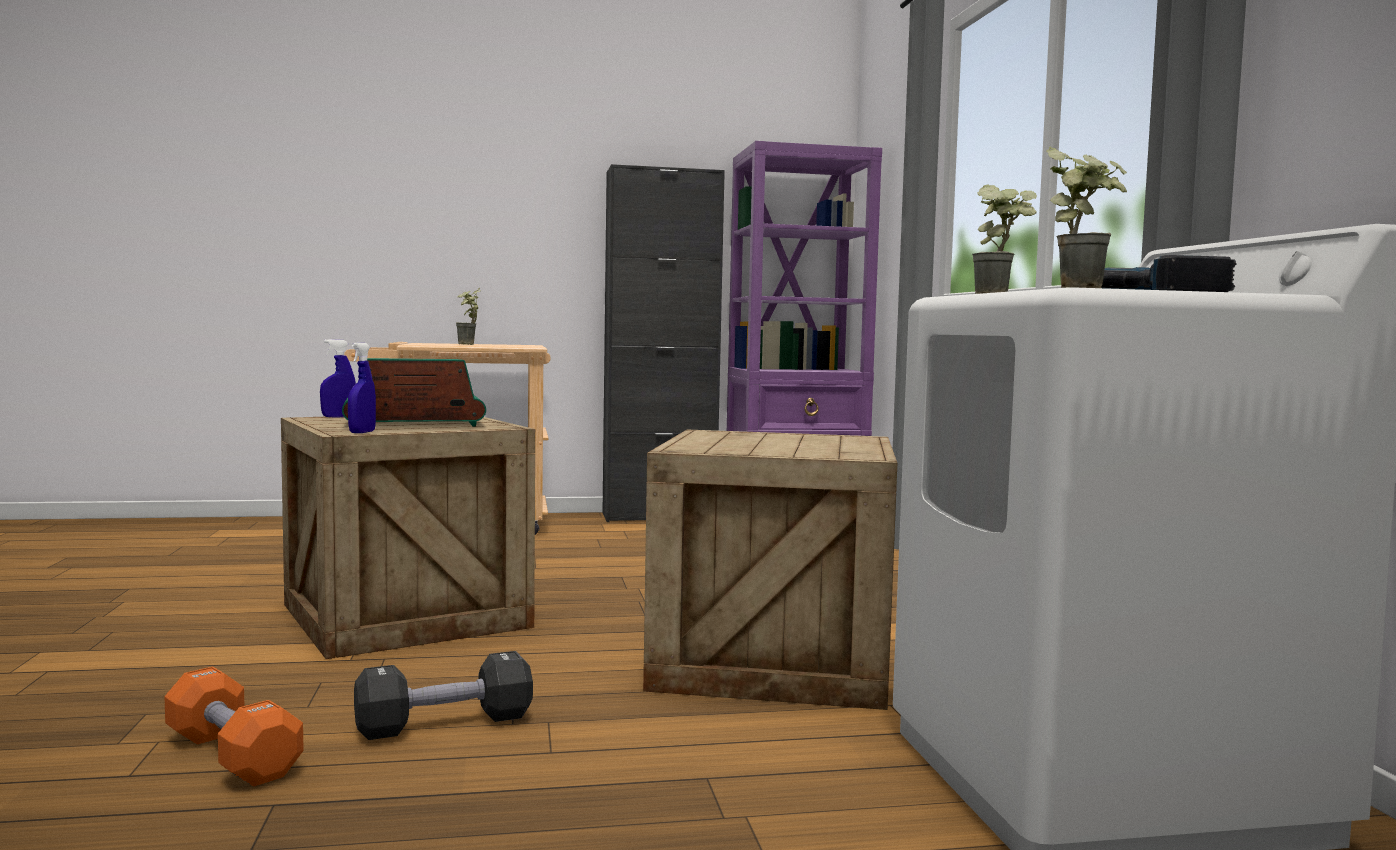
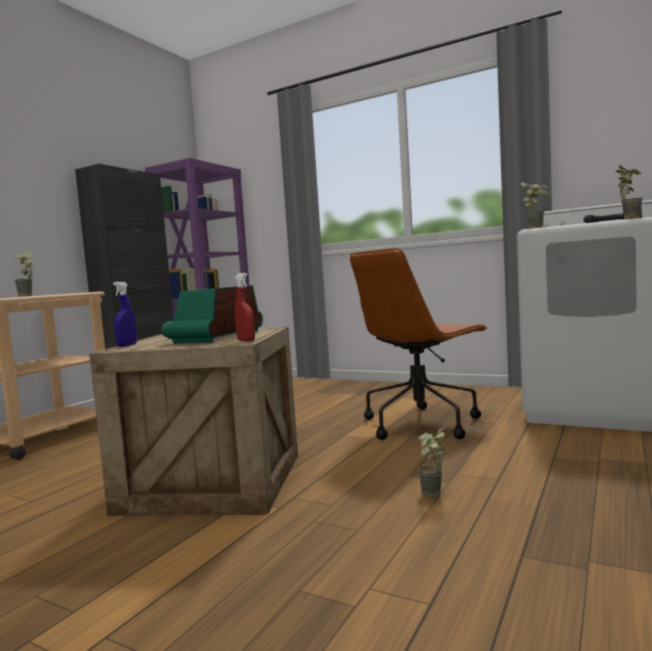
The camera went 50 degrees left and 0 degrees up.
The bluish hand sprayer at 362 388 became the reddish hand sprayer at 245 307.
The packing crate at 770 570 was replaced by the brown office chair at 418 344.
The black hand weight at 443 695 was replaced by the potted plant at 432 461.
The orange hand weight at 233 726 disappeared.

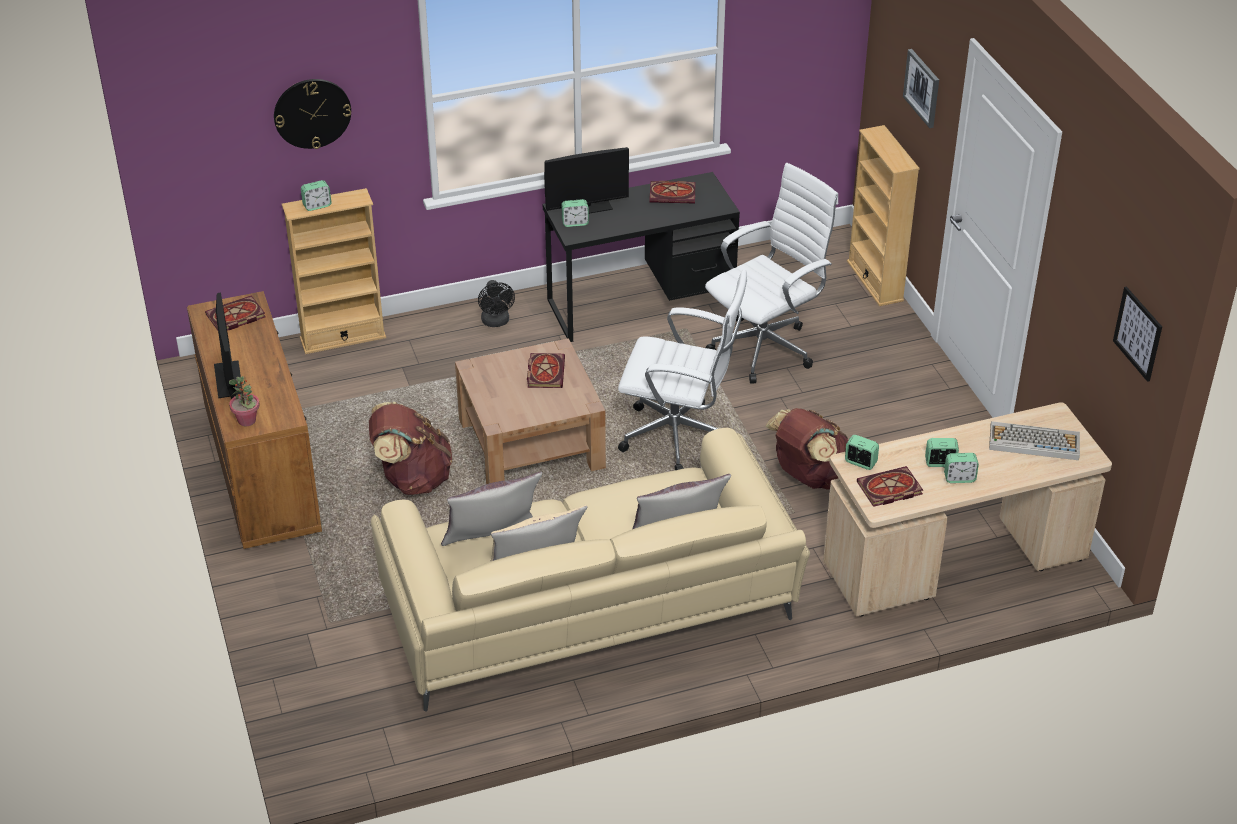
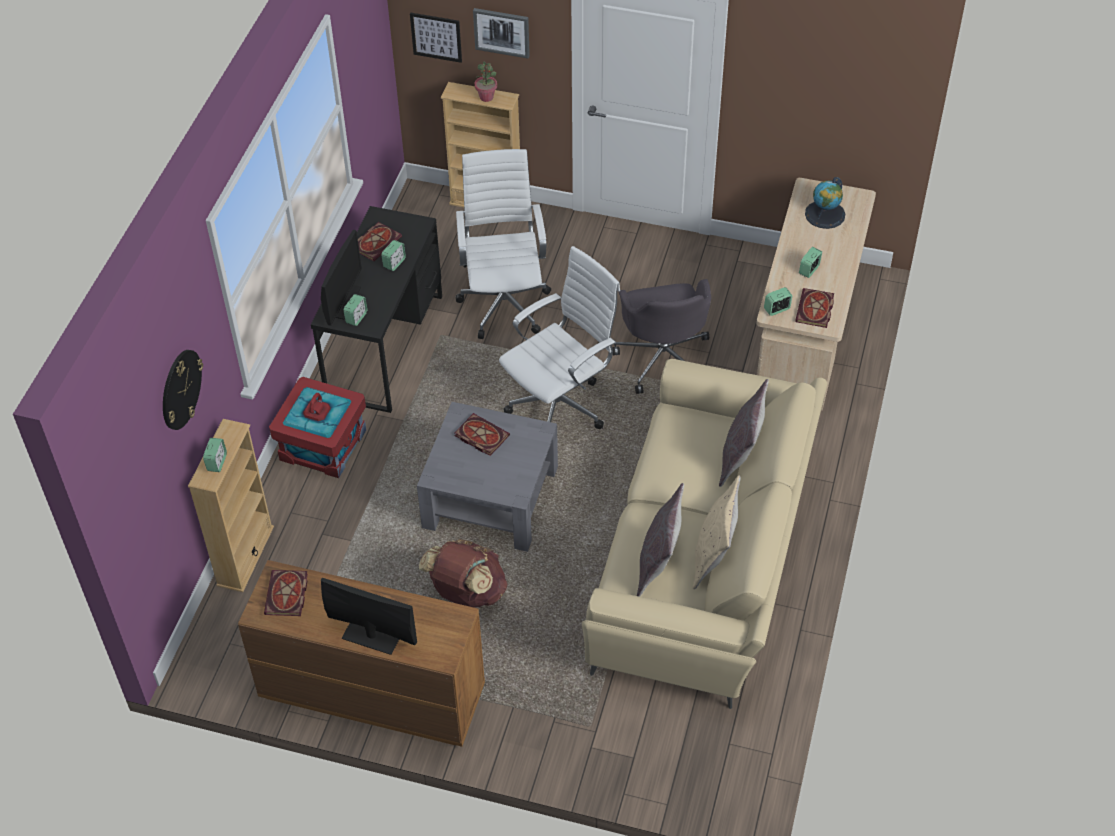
The camera went 55 degrees left and 10 degrees up.
The black cooling fan at 496 303 was replaced by the reddish storage box at 317 427.
The alarm clock moved from 961 468 to 393 255.
The wall art moved from 1137 334 to 436 37.
The brown low table at 530 411 became the greyish low table at 487 477.
The potted plant moved from 244 401 to 486 81.
The brown knapsack at 807 449 was replaced by the greyish office chair at 661 336.
The PC keyboard at 1034 440 was replaced by the desk globe at 825 203.

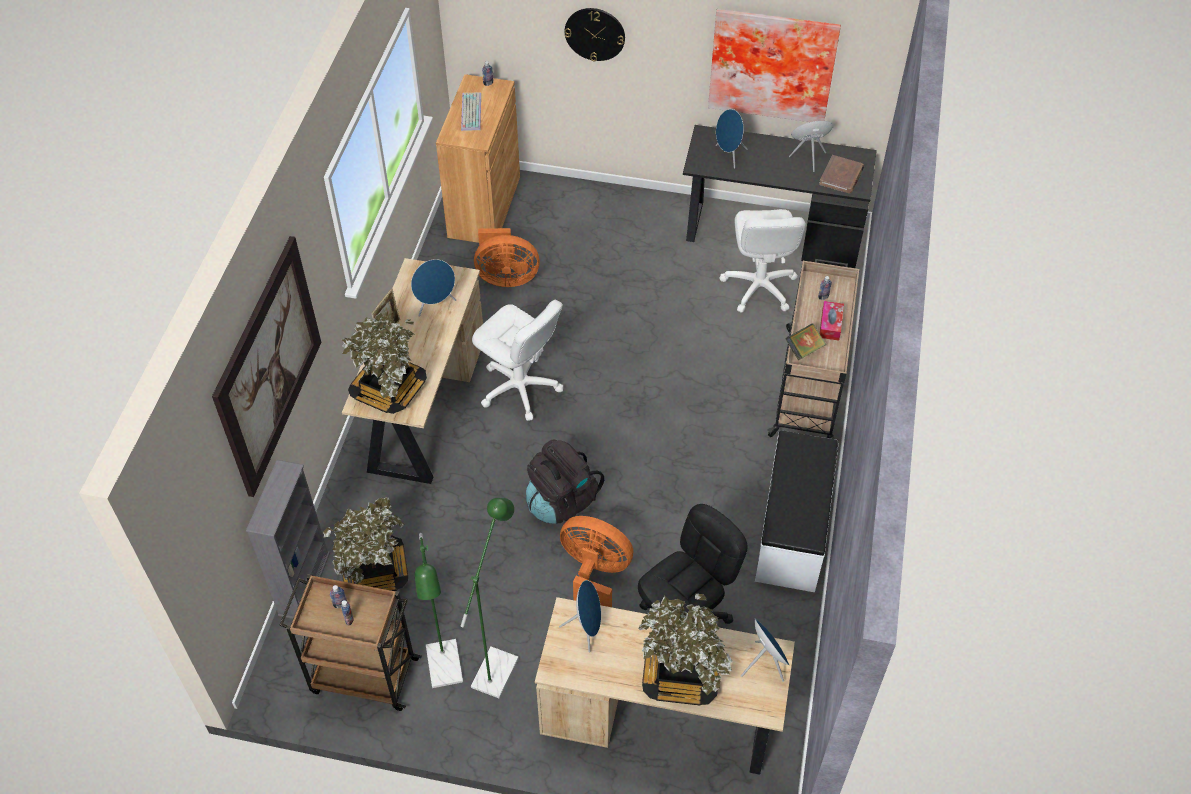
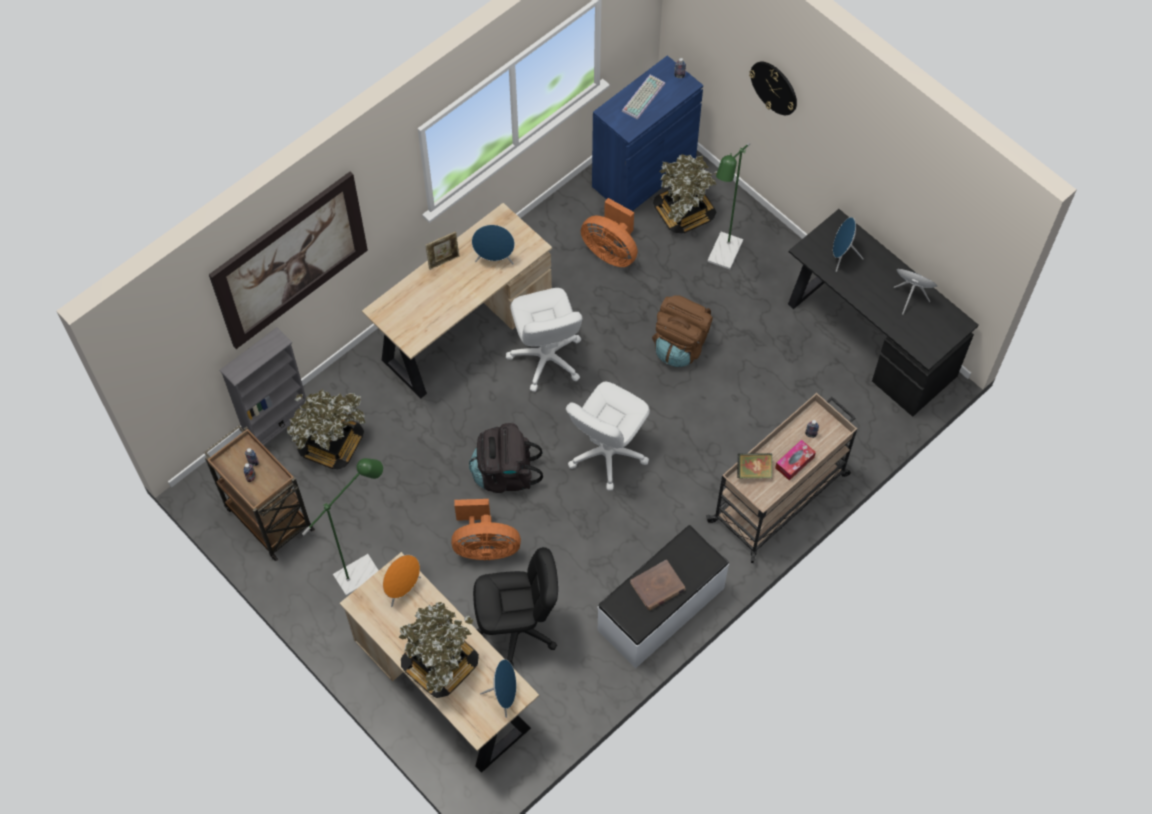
The camera went 35 degrees right and 10 degrees up.
The bluish audio speaker at 580 616 became the orange audio speaker at 402 581.
The orange cooling fan at 596 561 turned 120 degrees clockwise.
The whitish office chair moved from 762 261 to 608 436.
The brown cabinet at 478 158 became the bluish cabinet at 647 133.
The brown bound book moved from 841 174 to 658 585.
The brown knapsack at 682 331 appeared.
The potted plant moved from 384 363 to 685 193.
The green floor lamp moved from 439 610 to 728 206.
The wall art at 774 65 disappeared.

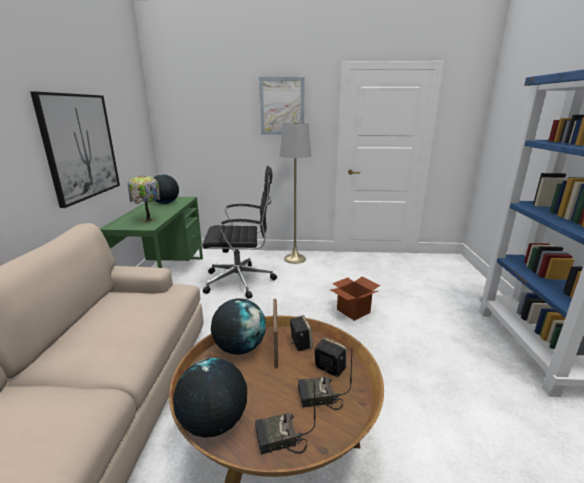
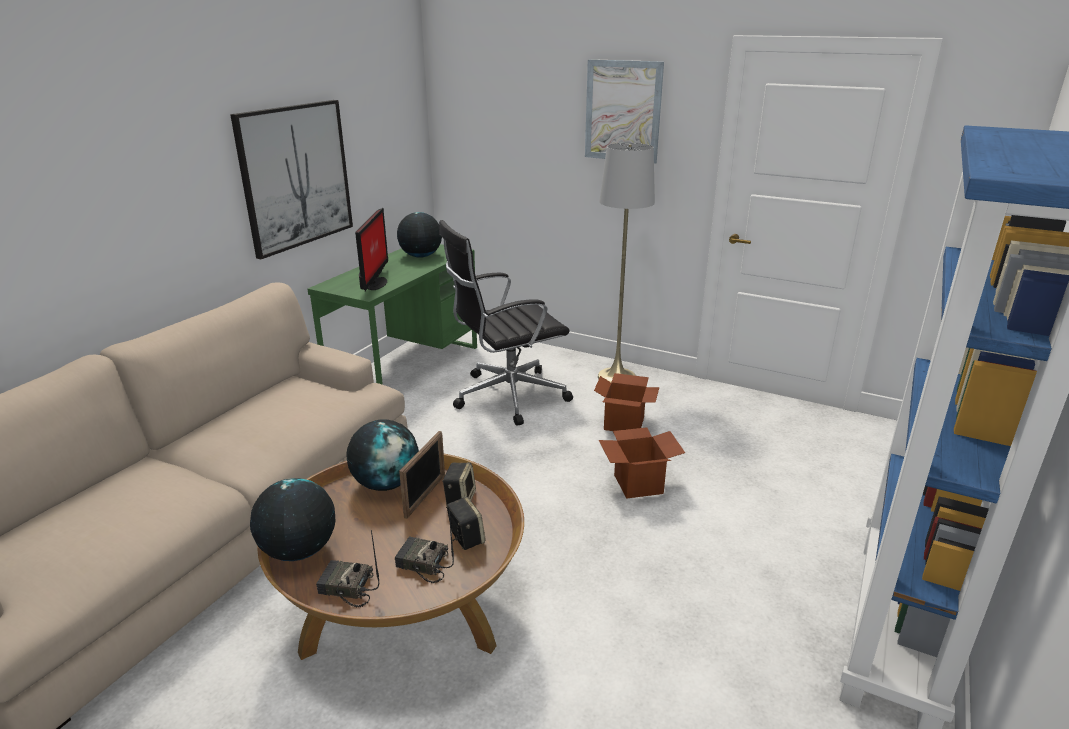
The camera went 25 degrees right and 5 degrees up.
The lamp for a table at 144 198 was replaced by the computer display at 371 250.
The black office chair at 239 232 turned 135 degrees clockwise.
The carton at 626 402 appeared.

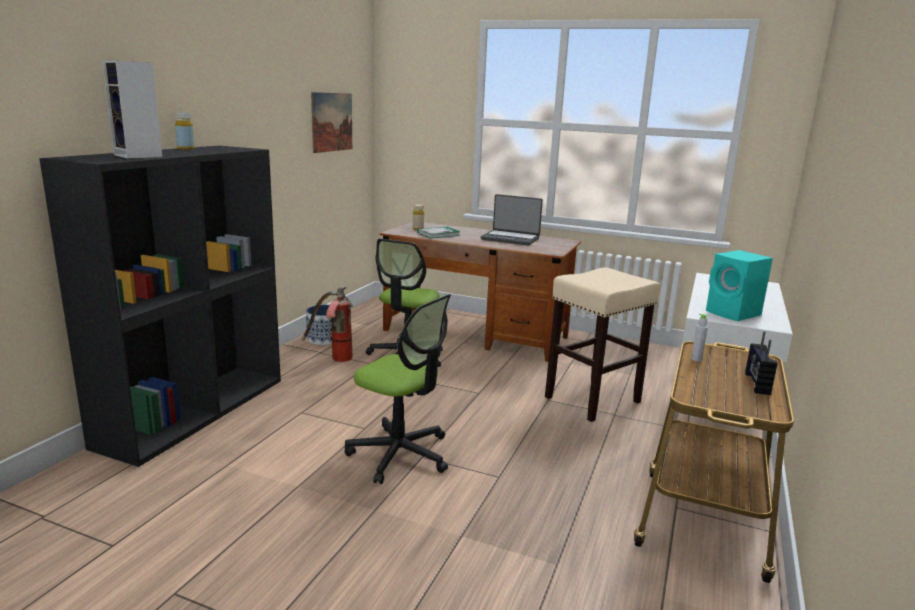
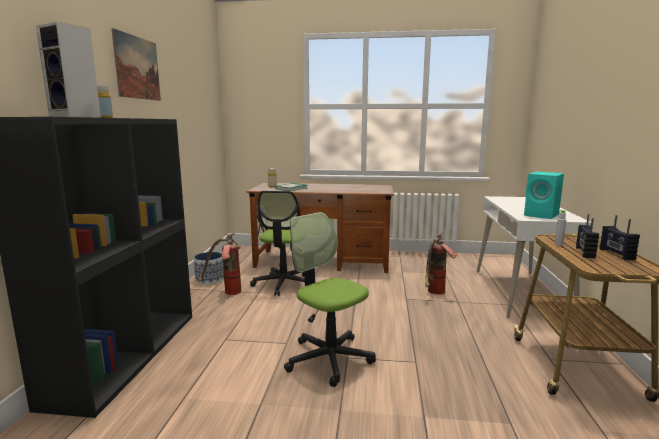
The camera went 15 degrees left and 5 degrees down.
The wall art moved from 331 122 to 136 64.
The office chair at 398 389 turned 150 degrees counterclockwise.
The beige stool at 602 344 was replaced by the extinguisher at 441 264.
The radio at 587 236 appeared.
The portable computer at 512 219 disappeared.

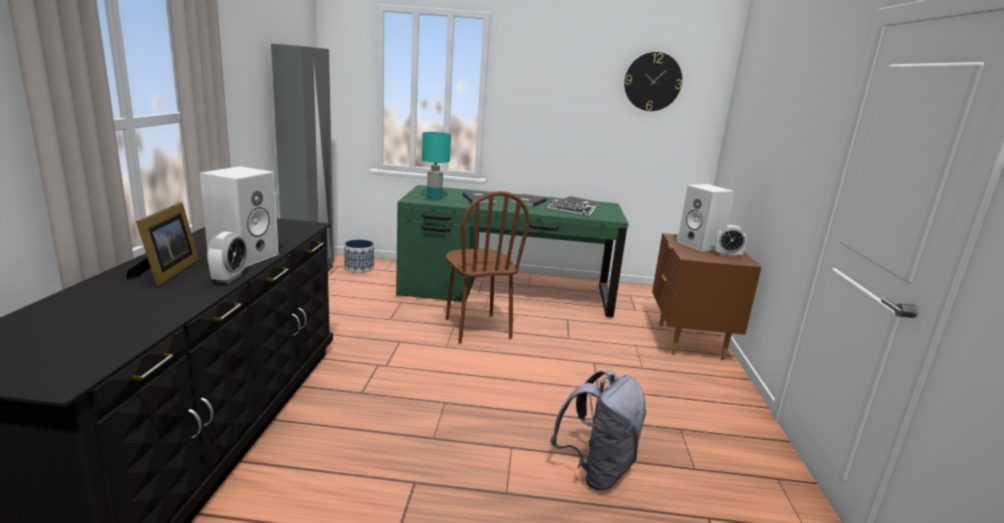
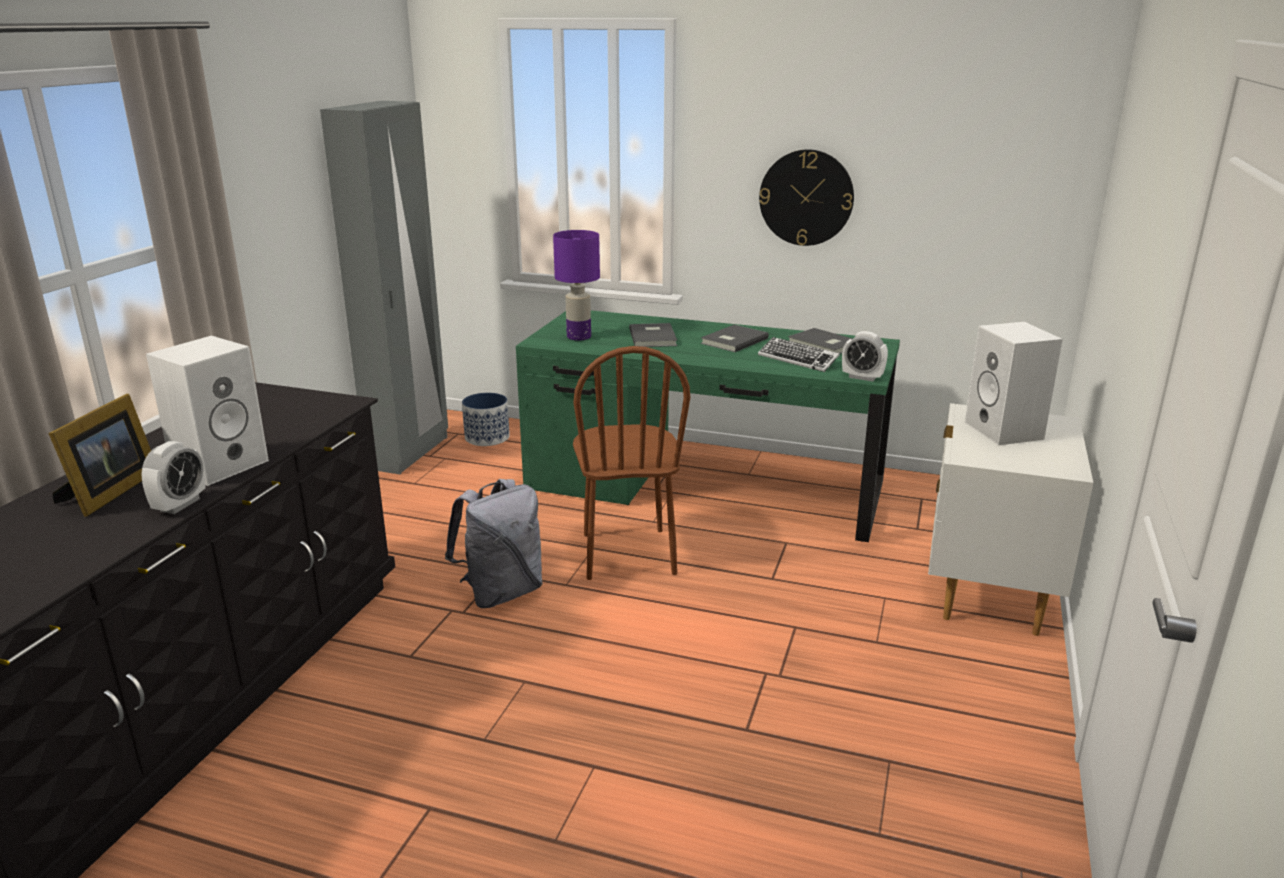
The camera went 15 degrees right and 5 degrees up.
The greyish knapsack moved from 598 430 to 494 543.
The turquoise lamp for a table at 436 166 became the purple lamp for a table at 576 285.
The hanging clock moved from 653 81 to 806 197.
The alarm clock moved from 731 241 to 865 356.
The brown bedside table at 706 296 became the whitish bedside table at 1010 519.

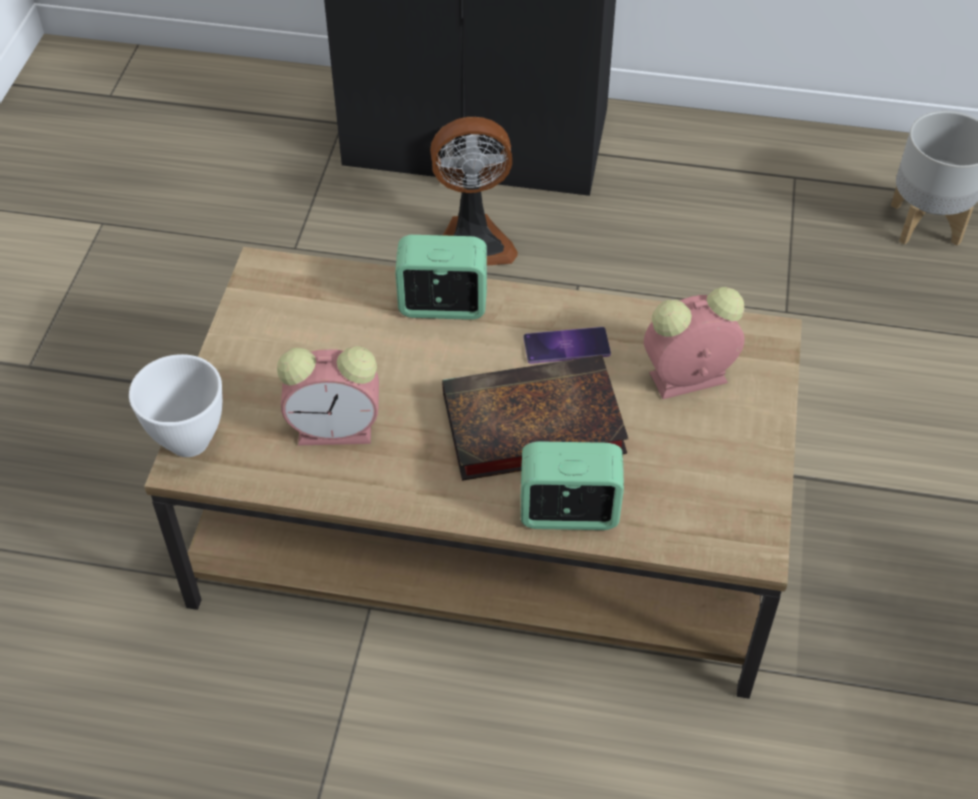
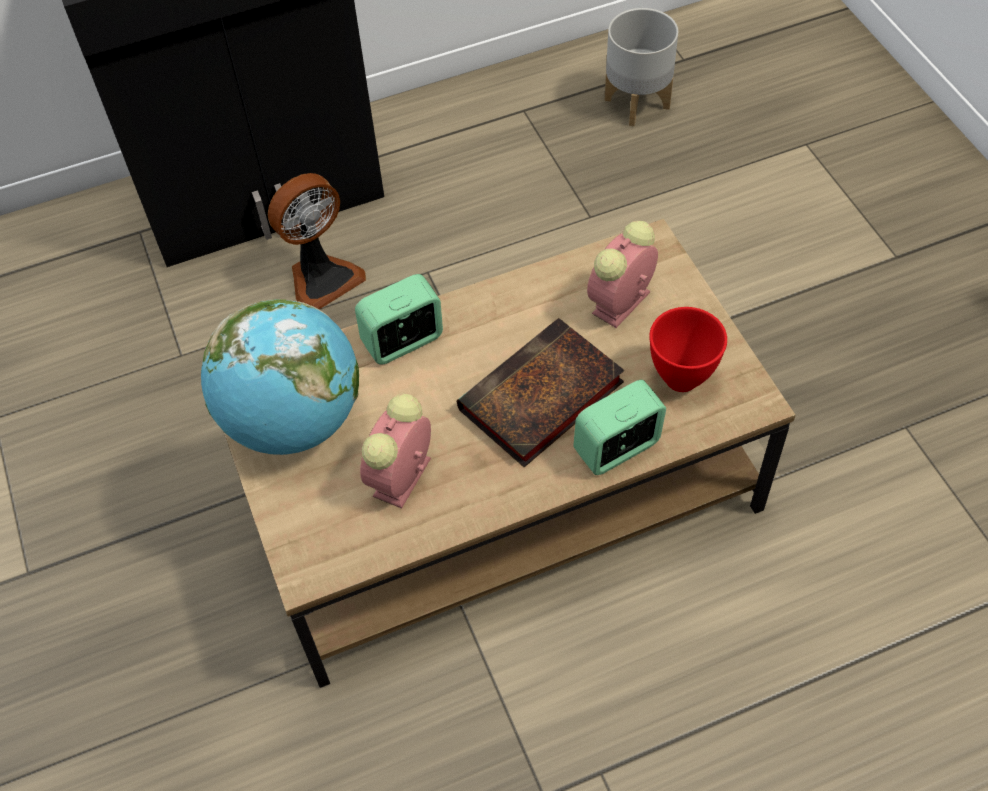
The camera went 30 degrees left and 5 degrees up.
The desk globe at 280 377 appeared.
The alarm clock at 328 395 turned 150 degrees clockwise.
The reddish bowl at 688 349 appeared.
The whitish bowl at 176 405 disappeared.
The handset at 567 345 disappeared.

